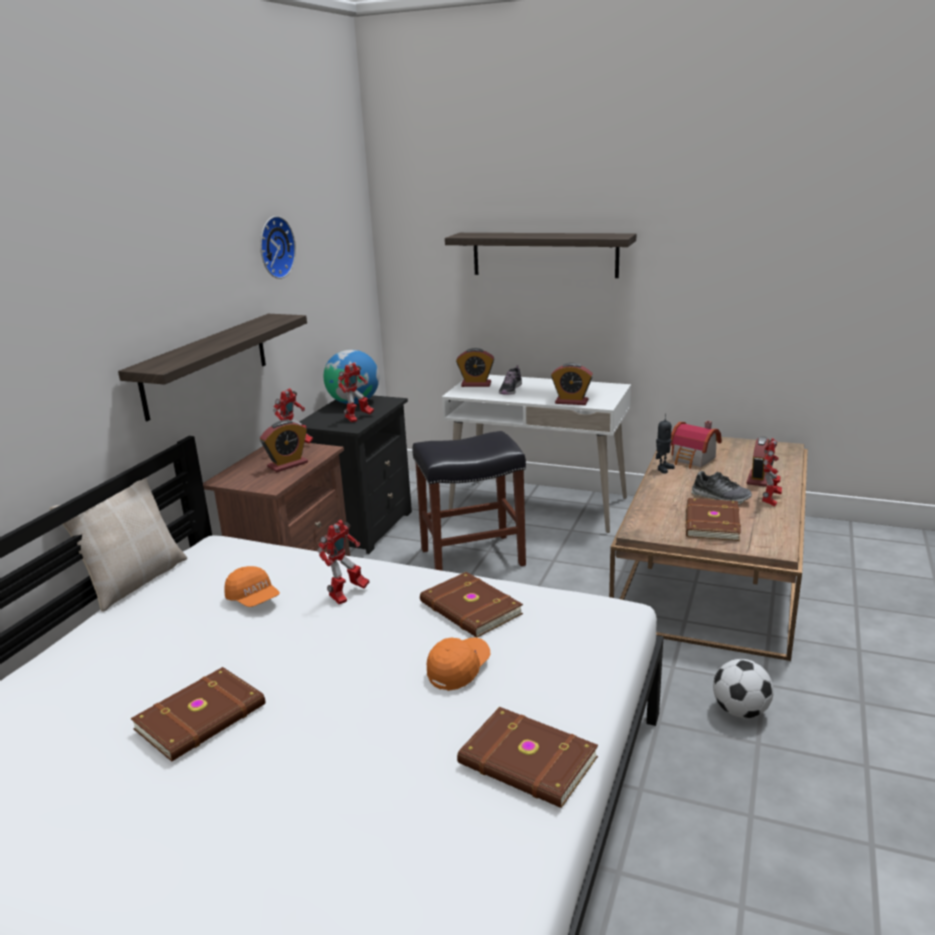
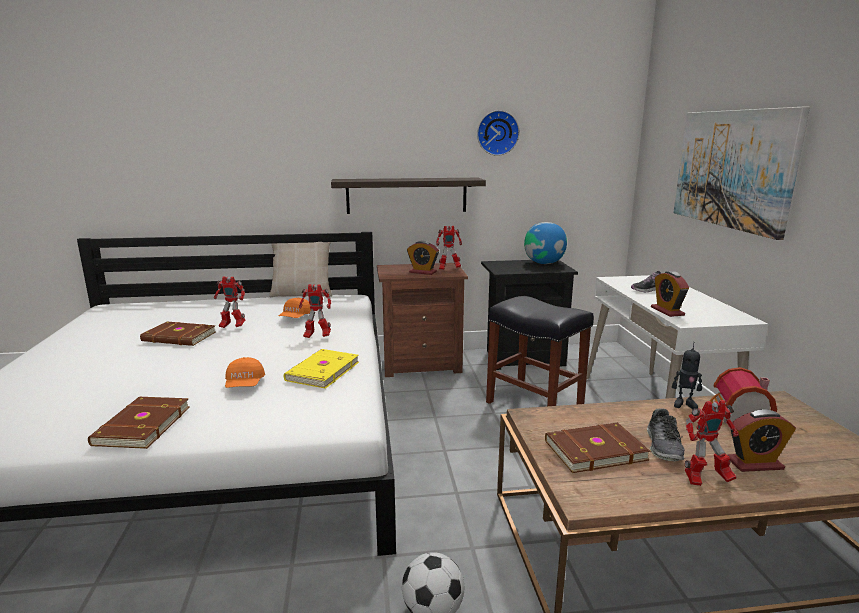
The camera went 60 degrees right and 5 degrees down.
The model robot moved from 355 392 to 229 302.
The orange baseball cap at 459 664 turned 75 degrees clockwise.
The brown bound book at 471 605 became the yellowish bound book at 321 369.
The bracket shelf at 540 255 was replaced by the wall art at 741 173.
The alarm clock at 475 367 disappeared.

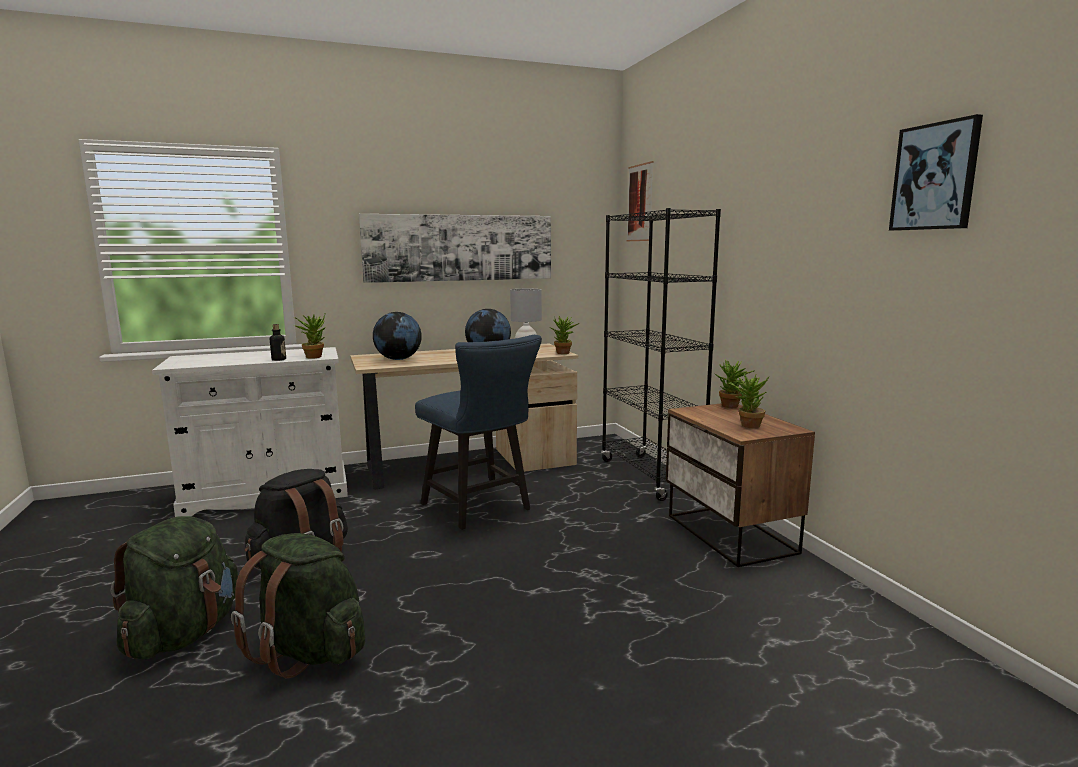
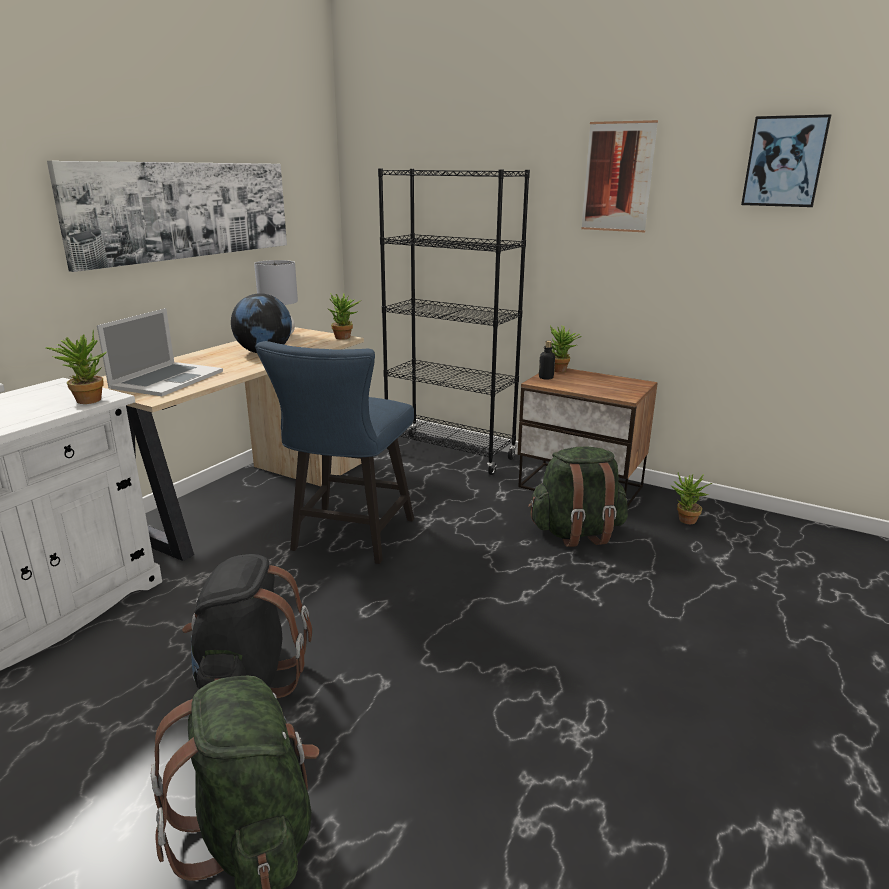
The camera went 40 degrees left and 10 degrees up.
The desk globe at 397 336 was replaced by the portable computer at 160 352.
The bluish plain chair at 478 432 turned 90 degrees clockwise.
The green knapsack moved from 298 606 to 578 496.
The beverage bottle moved from 278 342 to 547 360.
The wall art moved from 640 201 to 619 176.
The potted plant moved from 748 400 to 692 498.

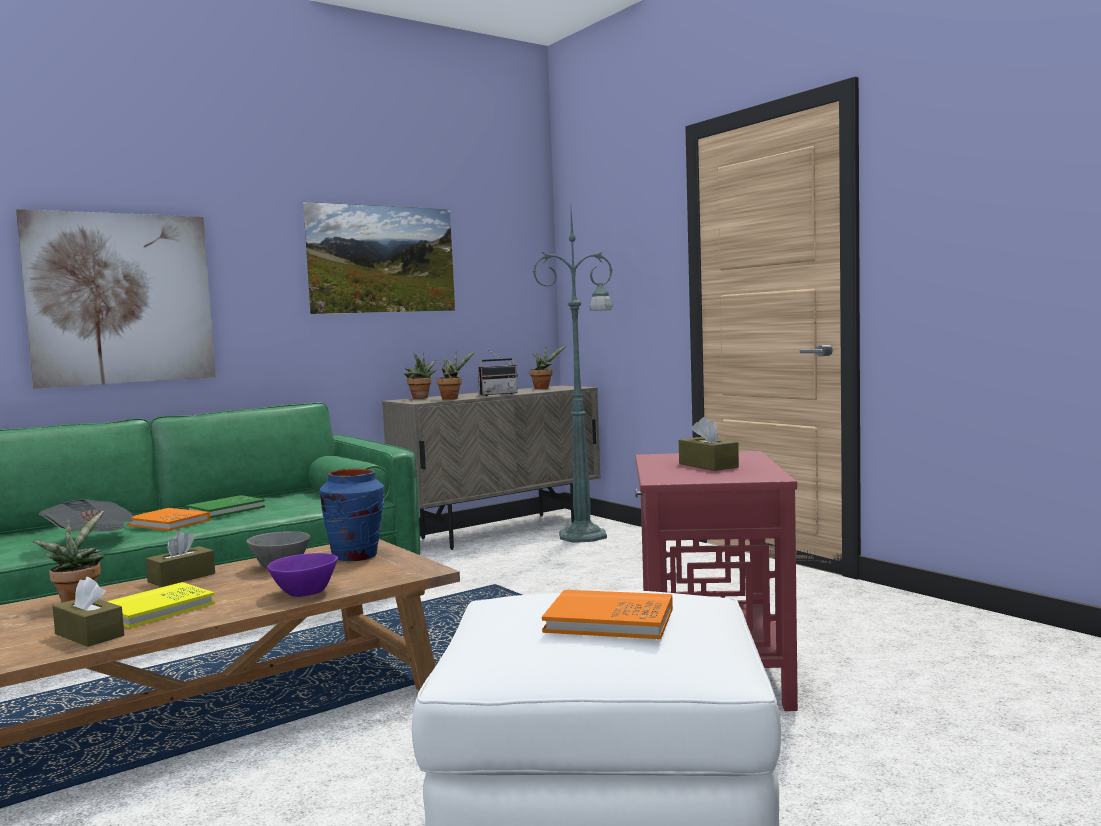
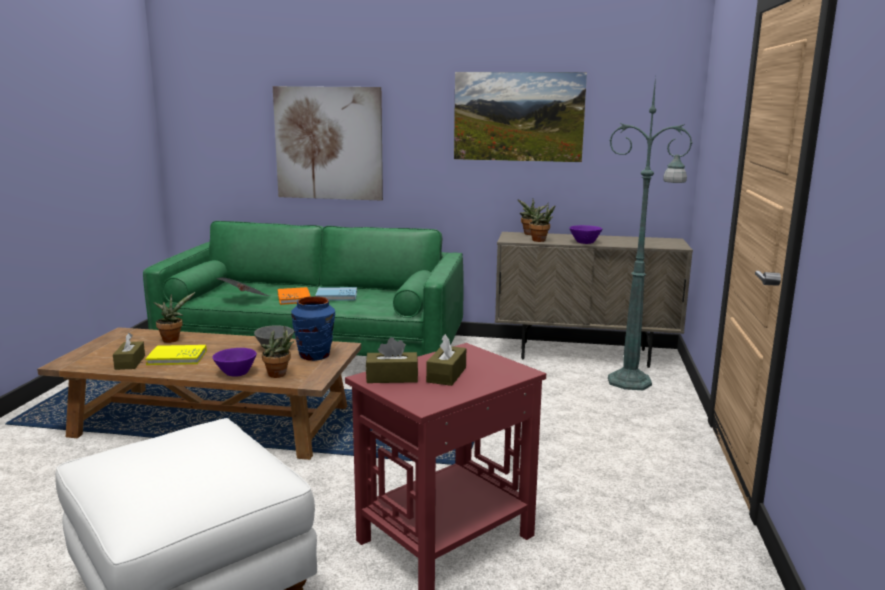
The camera went 45 degrees right and 10 degrees up.
The potted plant moved from 548 367 to 277 352.
The green bound book at 225 506 became the bluish bound book at 336 294.
The brown box of tissues moved from 180 559 to 392 360.
The radio at 498 373 was replaced by the purple bowl at 585 234.
The orange bound book at 607 614 disappeared.

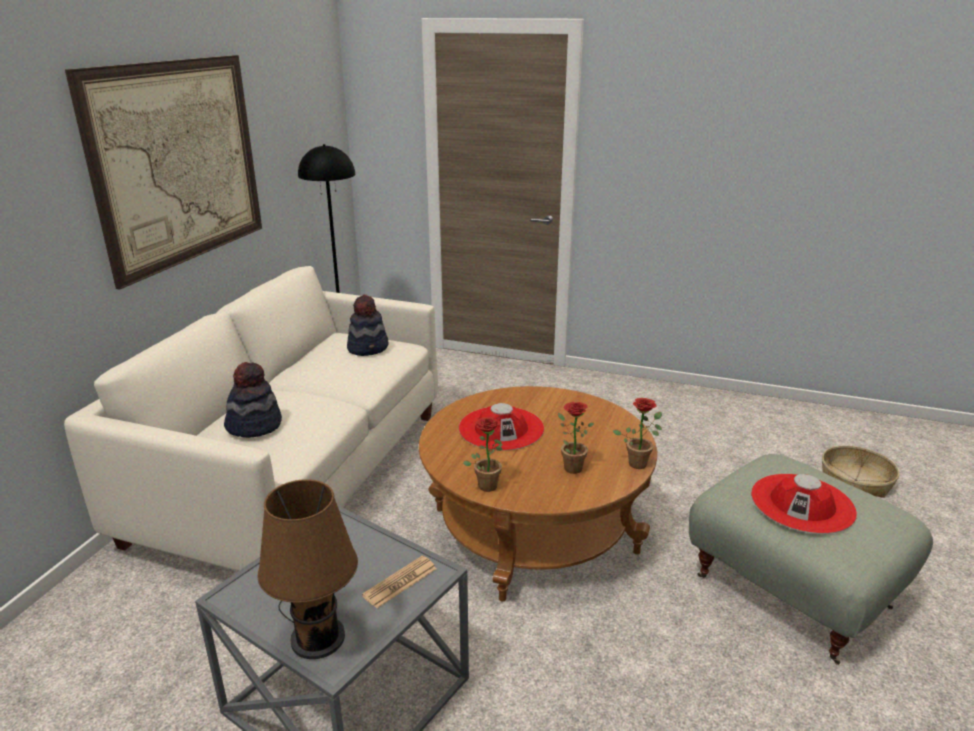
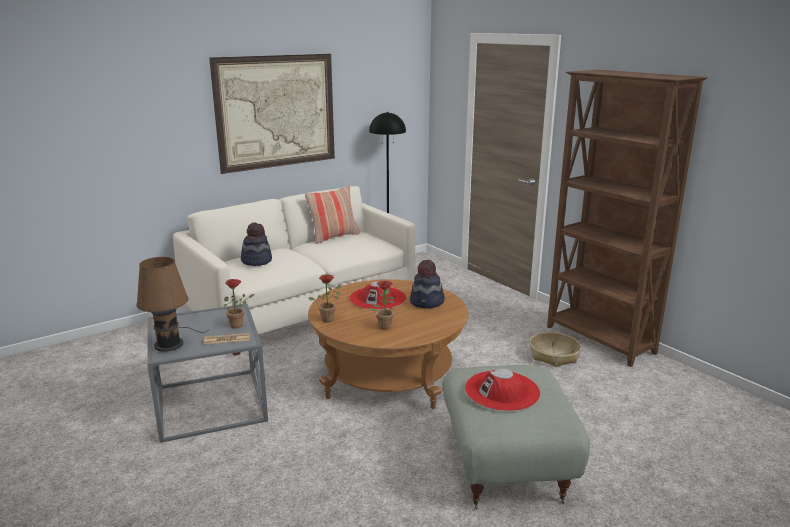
The camera went 35 degrees right and 5 degrees down.
The potted plant moved from 637 433 to 239 303.
The cushion at 332 215 appeared.
The wearable hat moved from 368 325 to 427 283.
The storage basket moved from 860 472 to 556 349.
The brown shelving unit at 627 218 appeared.

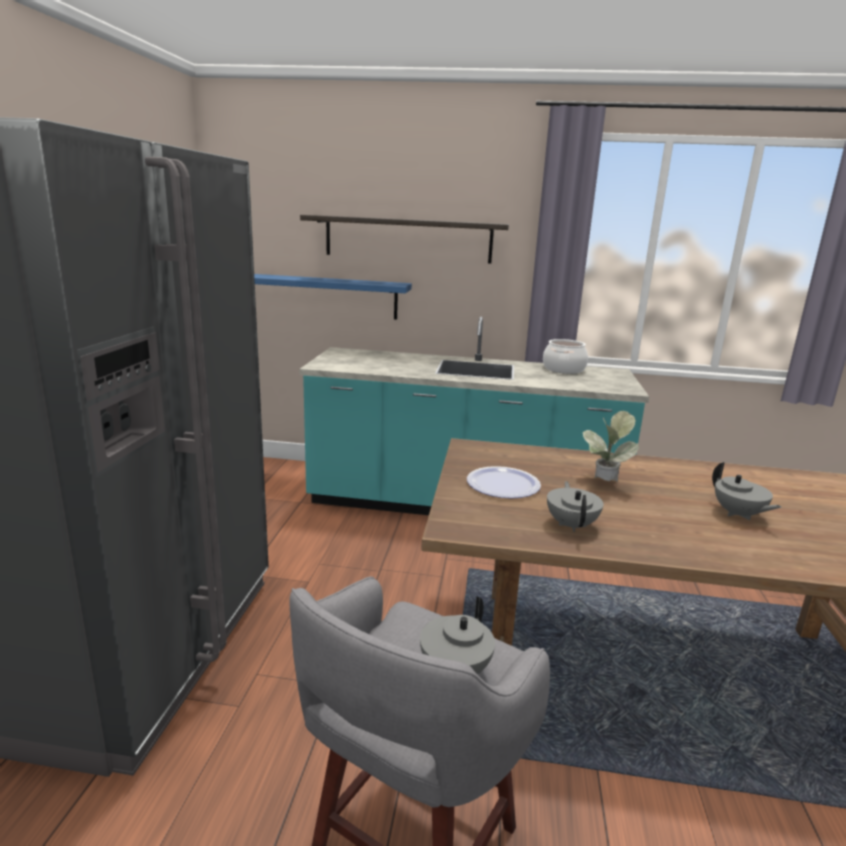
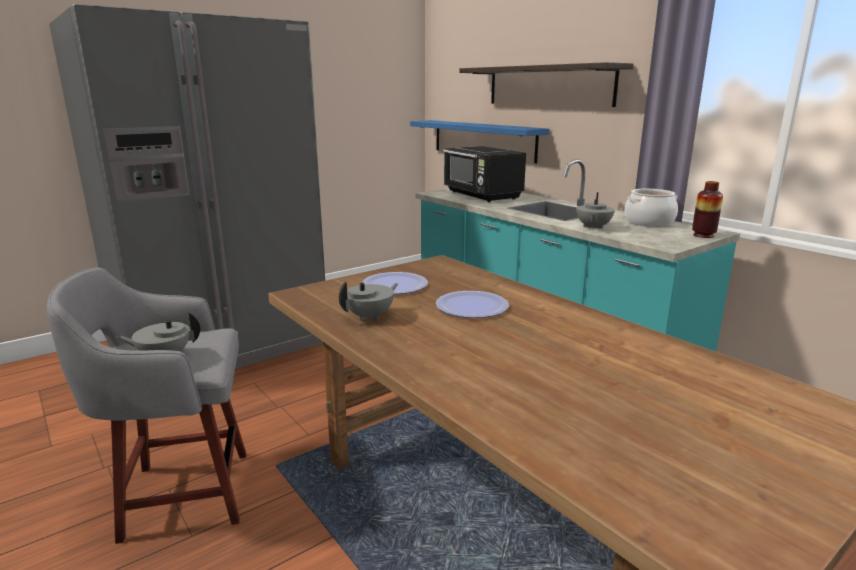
The camera went 45 degrees right and 0 degrees up.
The potted plant at 611 446 was replaced by the dinner plate at 472 304.
The black microwave at 484 174 appeared.
The greyish tea pot moved from 747 491 to 595 211.
The decorative vase at 707 209 appeared.

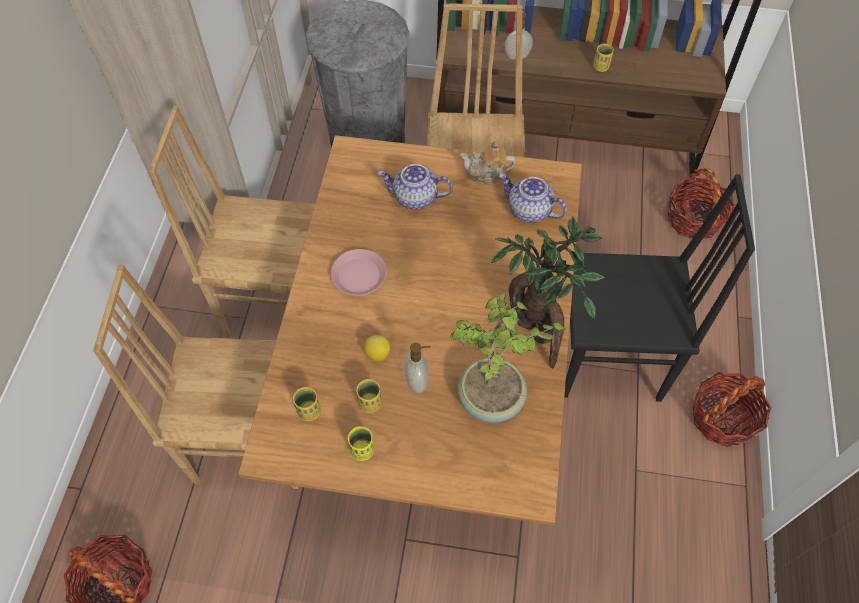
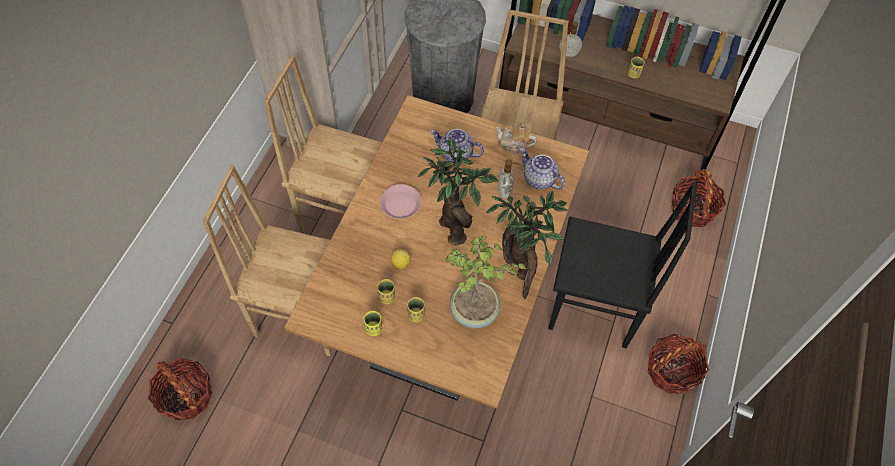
The camera went 10 degrees right and 0 degrees up.
The yellowish small cup moved from 307 404 to 416 309.
The potted plant at 458 192 appeared.
The soap bottle moved from 417 368 to 508 178.

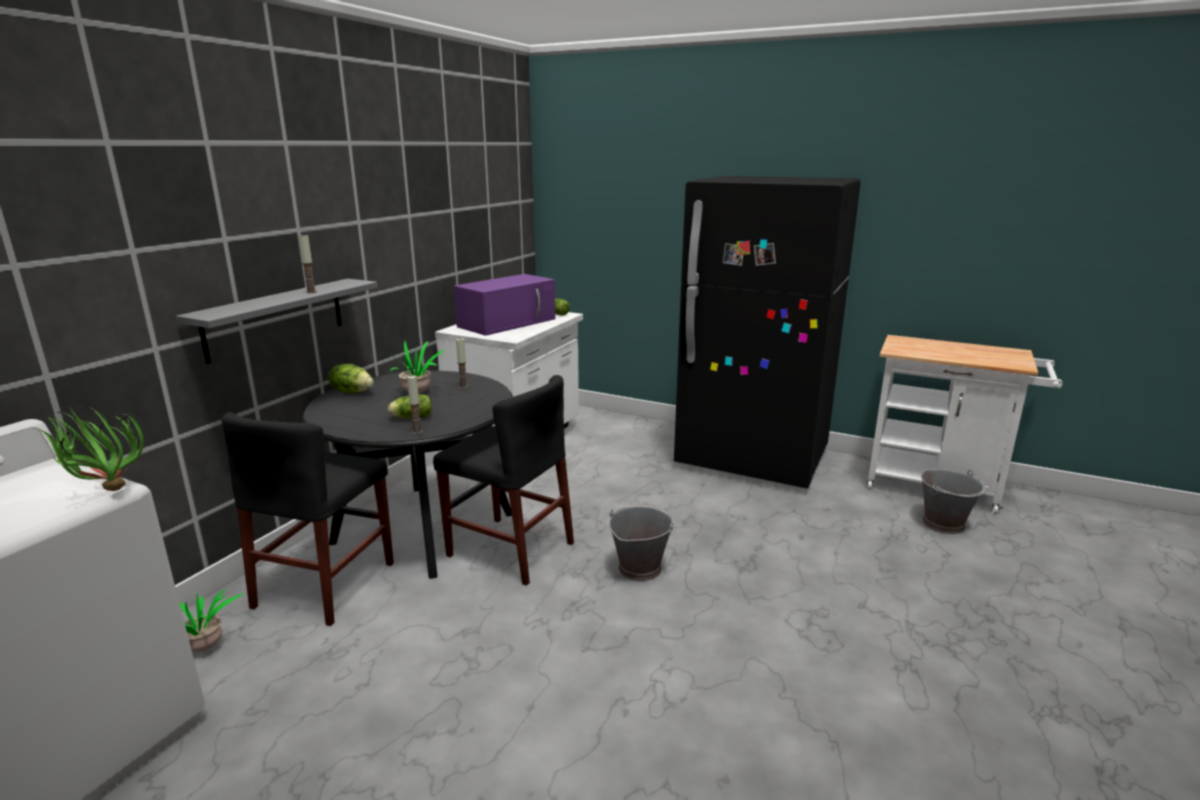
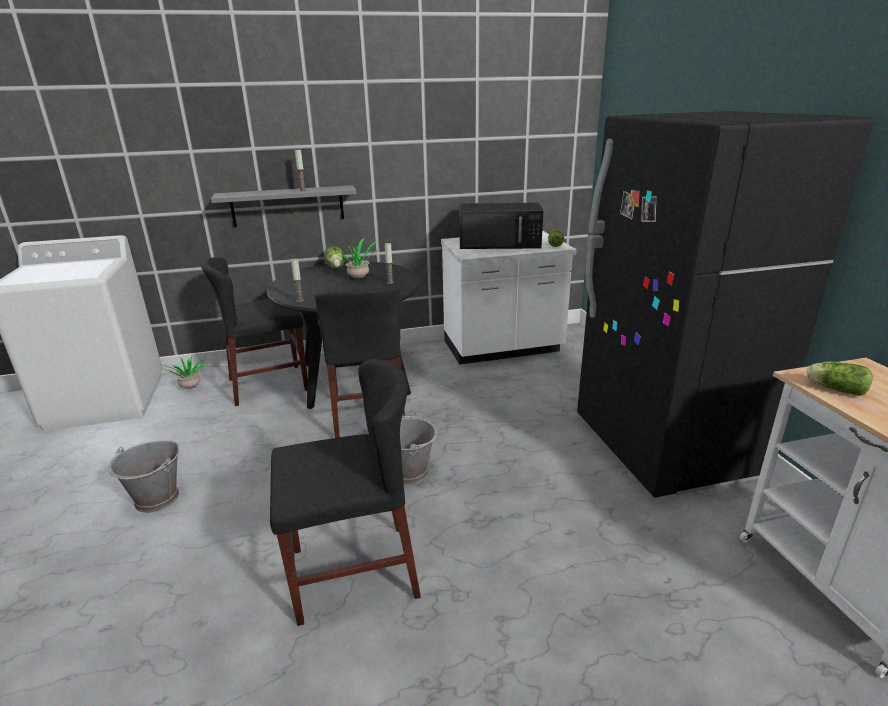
The camera went 50 degrees right and 5 degrees up.
The greyish pail moved from 953 501 to 143 476.
The black plain chair at 345 492 appeared.
The purple microwave at 505 305 became the black microwave at 501 226.
The head of lettuce moved from 410 406 to 840 378.
The potted plant at 91 449 disappeared.

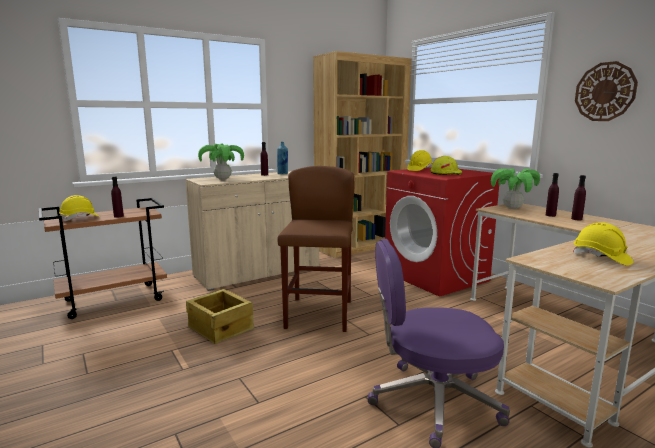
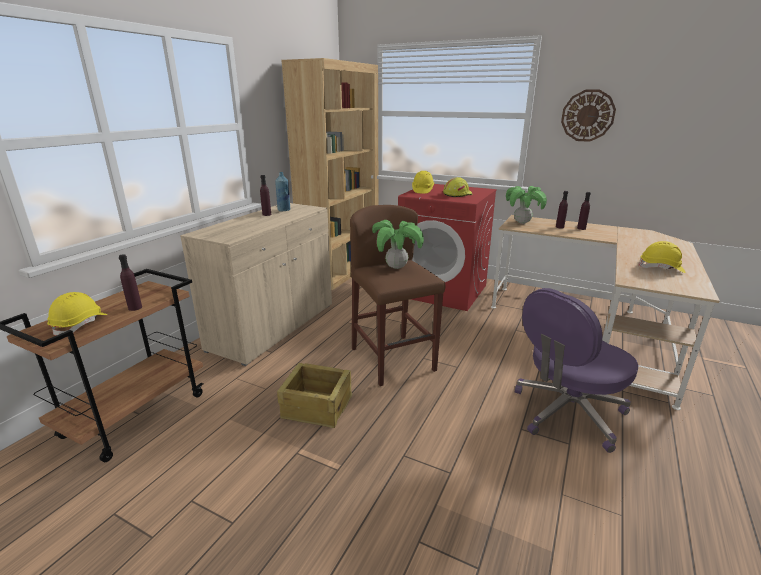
The camera went 30 degrees left and 10 degrees up.
The potted plant moved from 221 161 to 398 244.

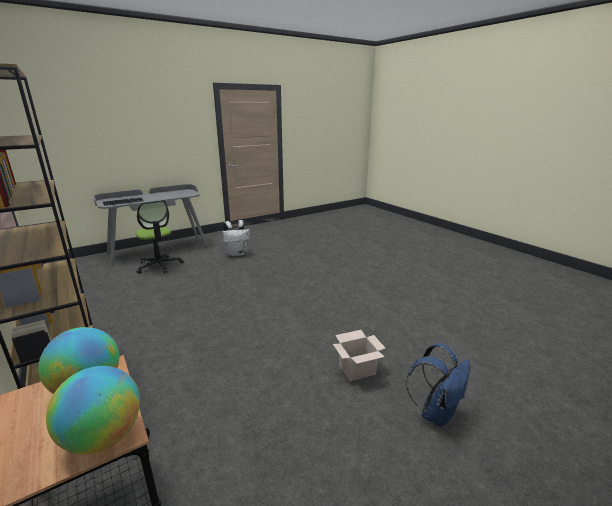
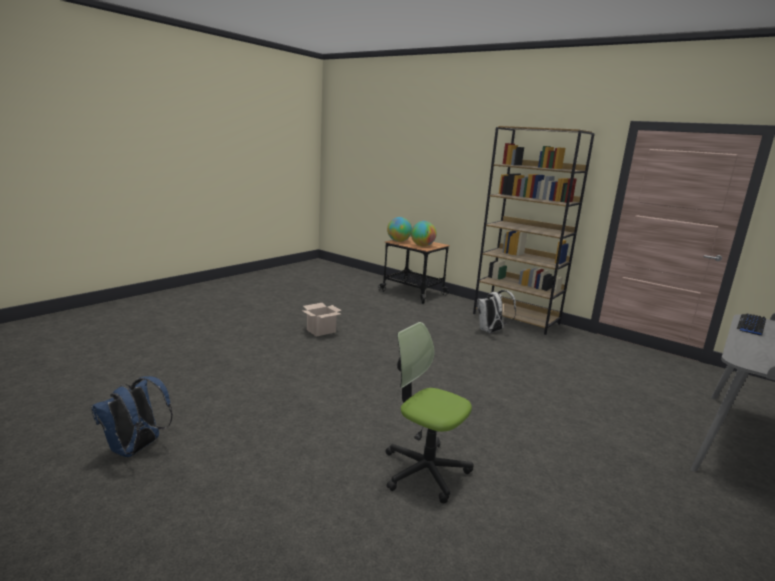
The camera went 160 degrees right and 5 degrees down.
The bluish knapsack moved from 438 385 to 132 416.
The office chair moved from 159 237 to 429 412.
The whitish knapsack moved from 236 238 to 496 311.

